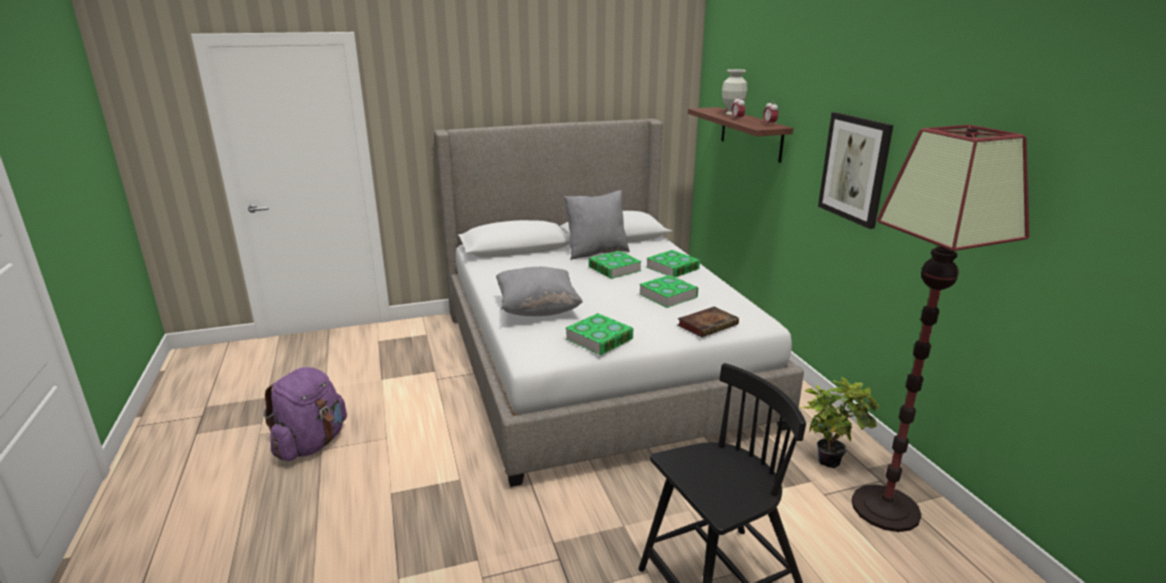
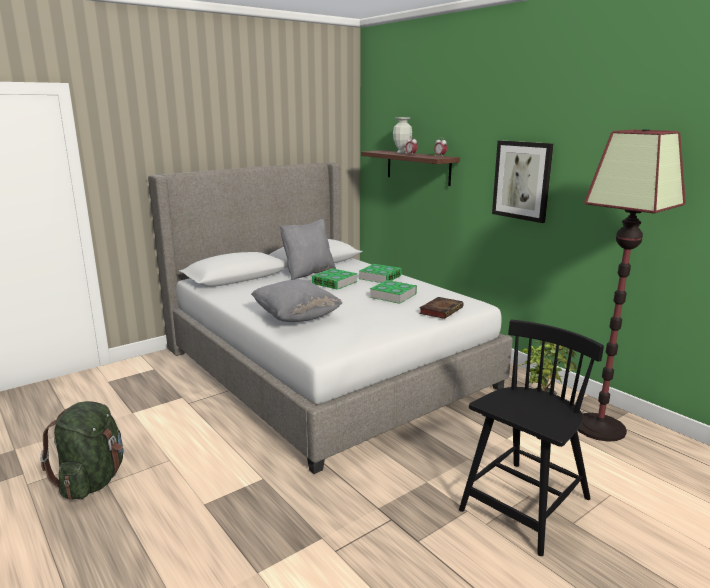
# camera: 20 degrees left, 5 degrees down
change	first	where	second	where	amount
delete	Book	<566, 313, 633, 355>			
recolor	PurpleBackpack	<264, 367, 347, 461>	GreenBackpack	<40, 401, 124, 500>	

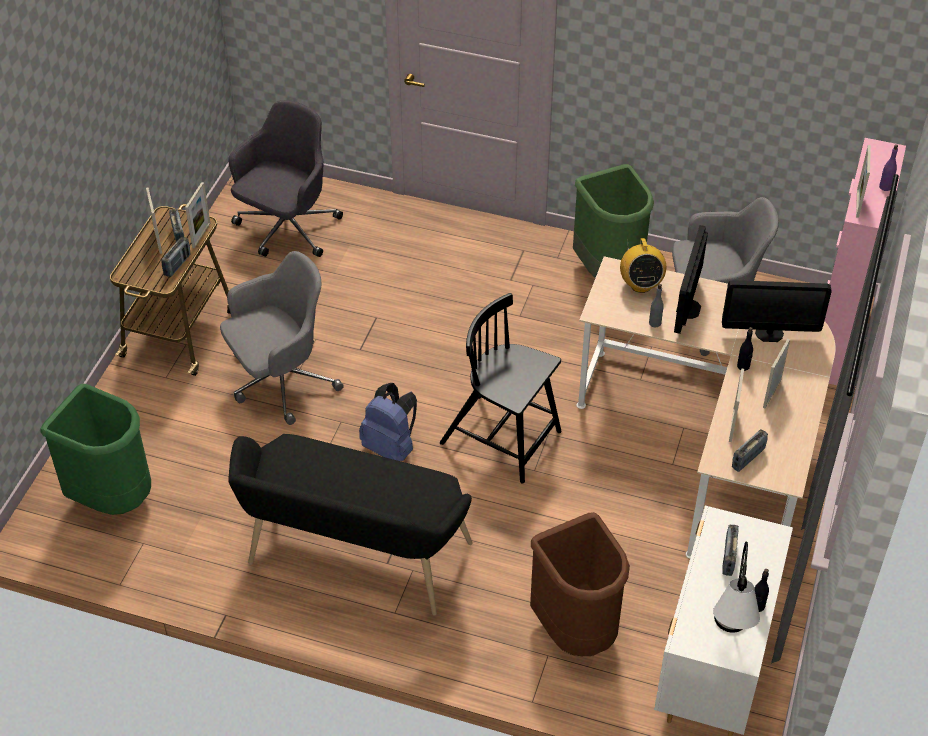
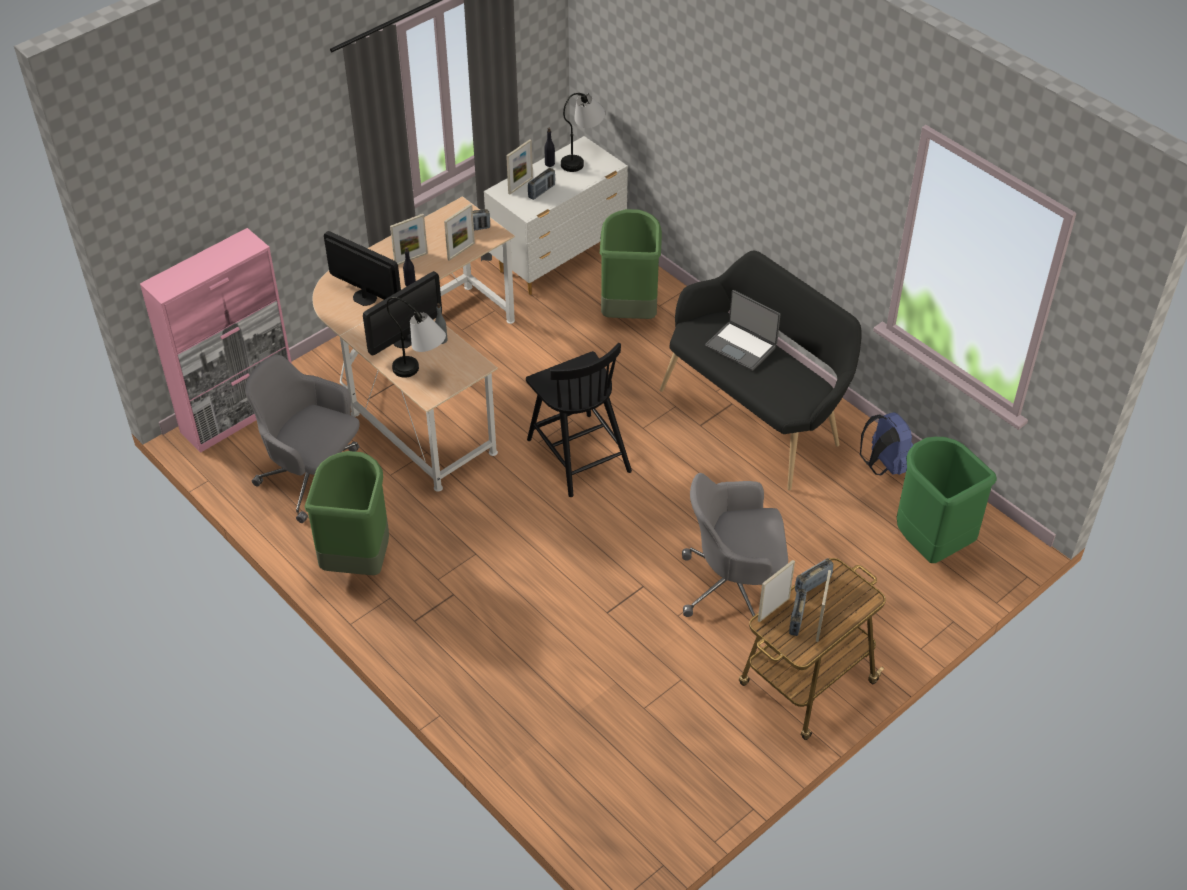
# camera: 150 degrees left, 0 degrees up
change	first	where	second	where	amount
delete	GreyOfficeChair	<228, 100, 343, 257>			
delete	PurpleBottle	<879, 144, 898, 191>			
move	PictureFrame	<856, 145, 871, 218>		<506, 139, 533, 194>	
replace	Radio	<620, 238, 666, 293>	TableLamp	<387, 297, 446, 378>	
move	BlueBackpack	<359, 383, 417, 461>		<860, 412, 913, 475>	
recolor	BrownTrashCan	<530, 512, 630, 656>	GreenTrashCan	<600, 209, 662, 319>	
insert			Laptop	<705, 290, 780, 371>	

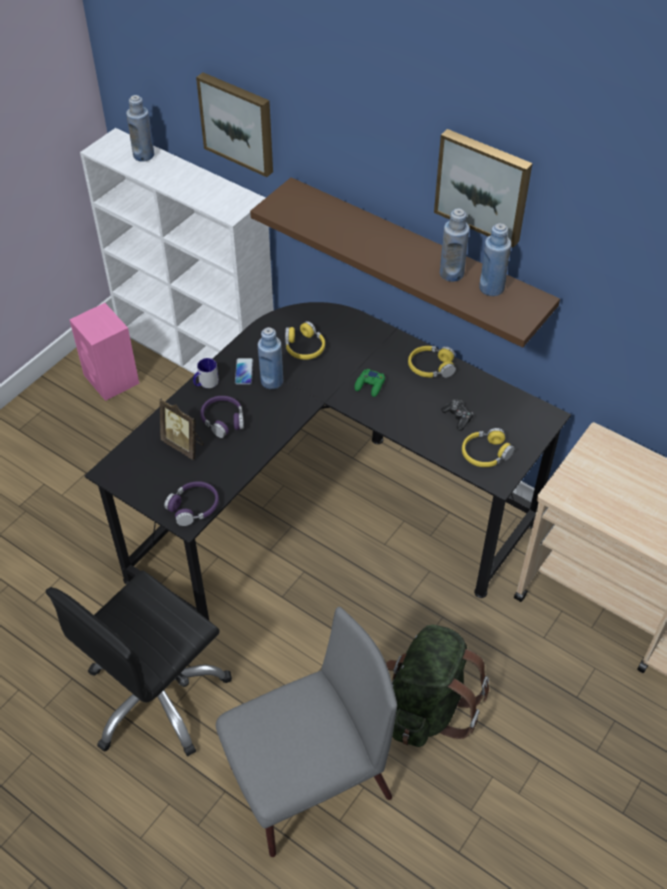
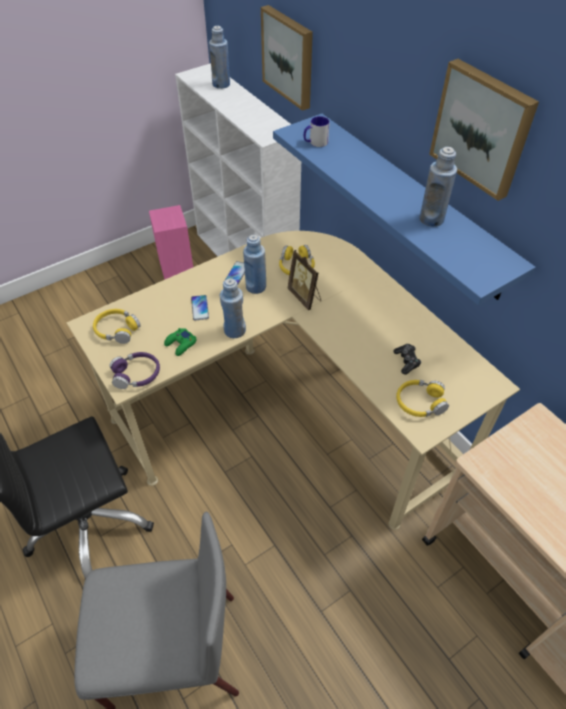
# camera: 20 degrees right, 0 degrees up
change	first	where	second	where	amount
recolor	BrownShelf	<250, 177, 560, 348>	BlueShelf	<273, 114, 536, 305>	
move	BlueBottle	<479, 223, 511, 296>		<220, 278, 246, 338>	
recolor	BlackDesk	<84, 302, 571, 620>	BeigeDesk	<66, 231, 520, 530>	
move	YellowHeadphones	<408, 346, 456, 378>		<93, 309, 141, 344>	
move	Mug	<193, 358, 219, 388>		<304, 116, 330, 147>	
move	GreenGameController	<354, 369, 385, 397>		<164, 328, 197, 356>	
replace	PurpleHeadphones	<200, 396, 244, 438>	Phone	<191, 295, 209, 321>	
move	PictureFrame	<160, 398, 204, 460>		<287, 250, 321, 310>	
delete	GreenBackpack	<386, 624, 489, 747>			

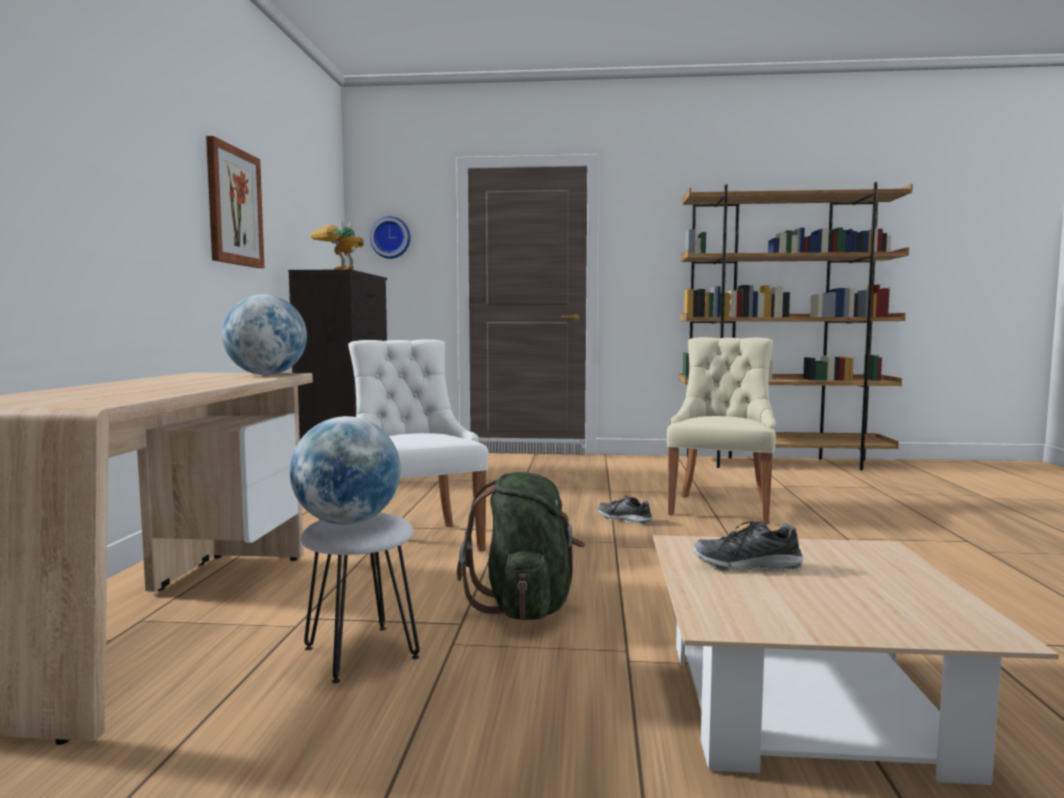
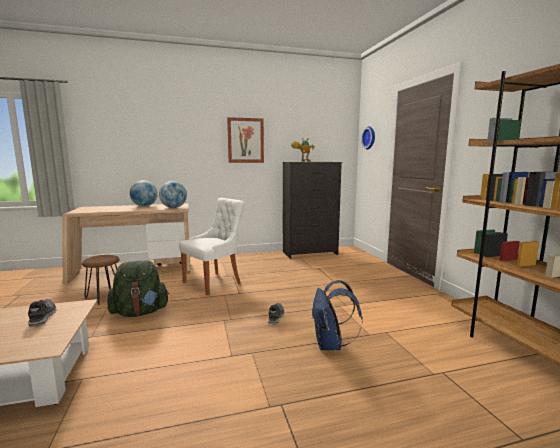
# camera: 70 degrees right, 5 degrees up
change	first	where	second	where	amount
replace	BeigeChair	<667, 337, 776, 524>	BlueBackpack	<312, 280, 363, 350>	
move	Globe	<290, 416, 401, 525>		<130, 180, 158, 207>	
recolor	WhiteStool	<301, 513, 420, 683>	BrownStool	<82, 255, 119, 305>	

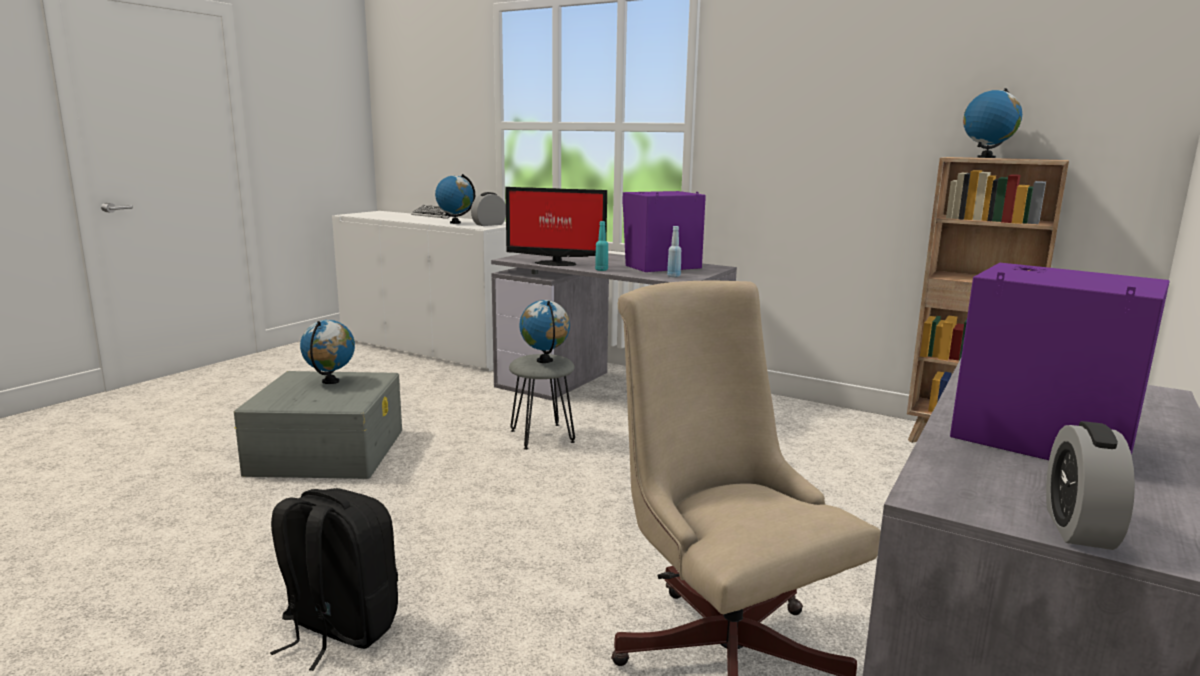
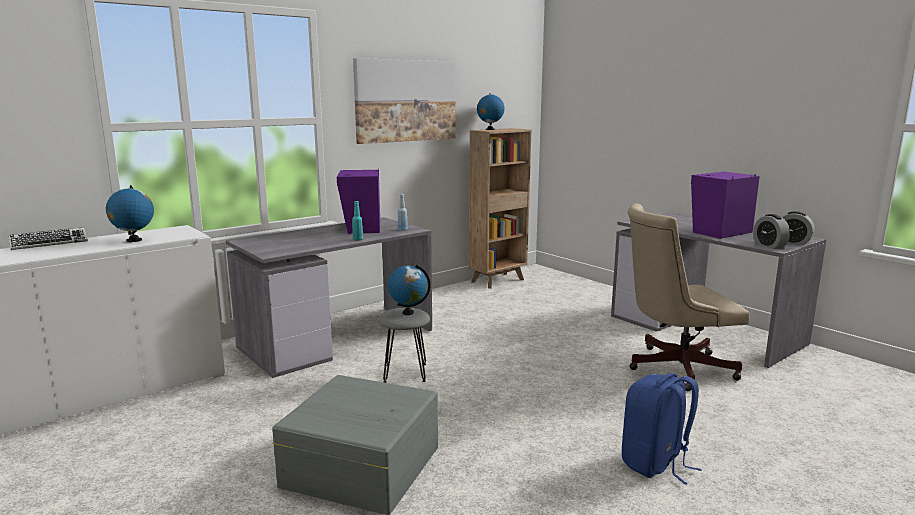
# camera: 70 degrees left, 0 degrees up
change	first	where	second	where	amount
delete	Monitor	<505, 187, 607, 266>			
move	AlarmClock	<471, 192, 506, 226>		<753, 214, 790, 249>	
delete	Globe	<300, 320, 355, 384>			
recolor	BlackBackpack	<270, 488, 398, 671>	BlueBackpack	<622, 373, 702, 485>	
insert			Picture	<353, 58, 456, 144>	

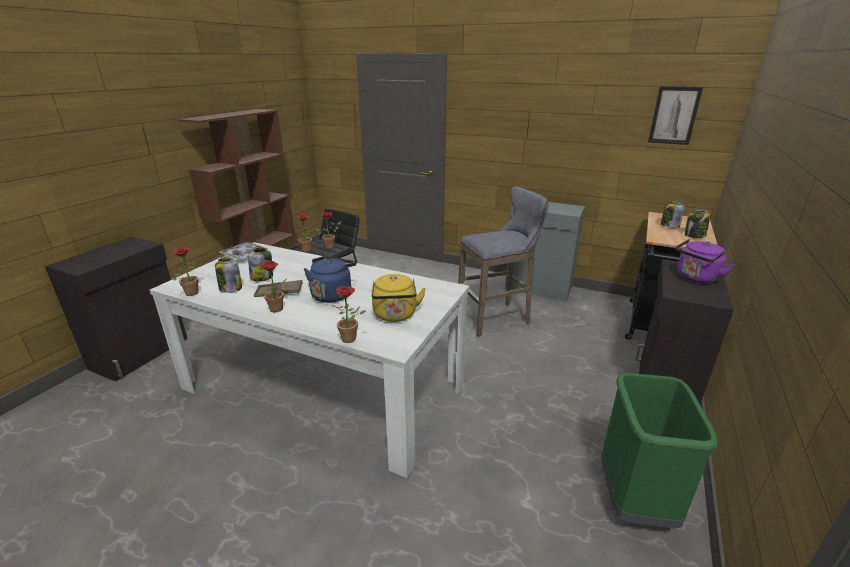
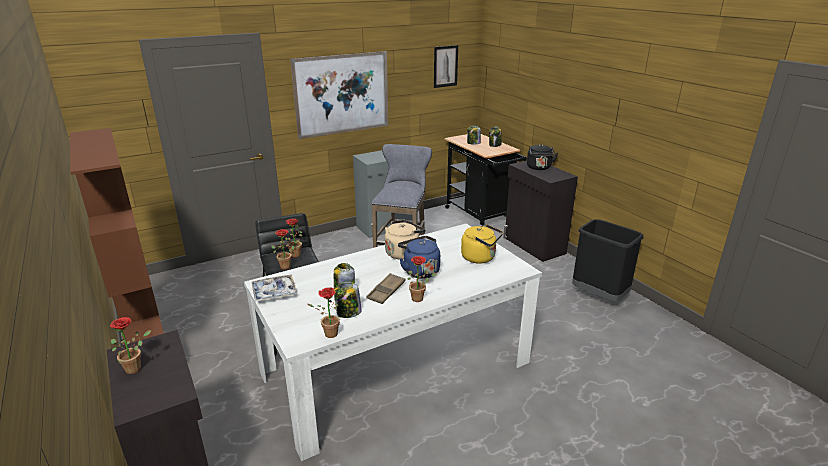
# camera: 55 degrees left, 0 degrees up
change	first	where	second	where	amount
recolor	PurpleKettle	<675, 239, 734, 283>	BlackKettle	<527, 144, 558, 170>	
move	PottedPlant	<332, 286, 366, 343>		<110, 317, 151, 374>	
recolor	GreenTrashCan	<601, 373, 718, 529>	BlackTrashCan	<572, 219, 643, 301>	
insert			Picture	<290, 51, 388, 139>	
insert			BeigeKettle	<385, 220, 426, 260>	

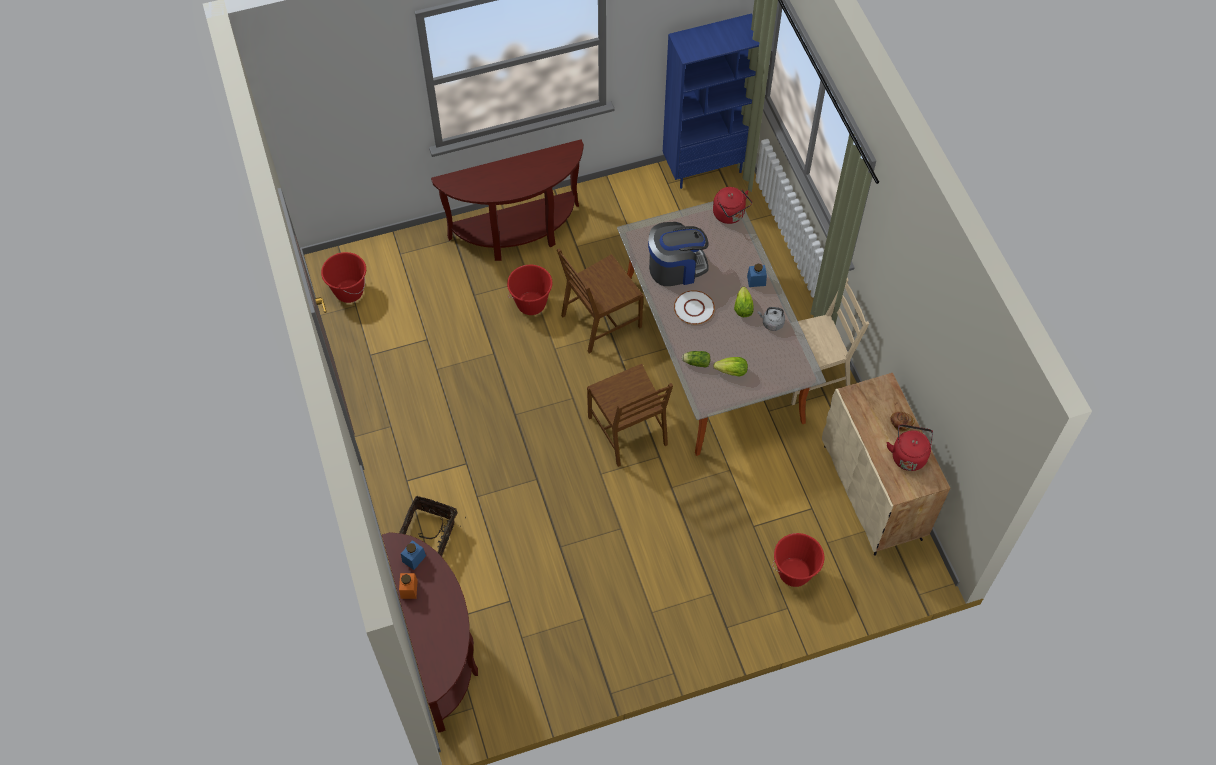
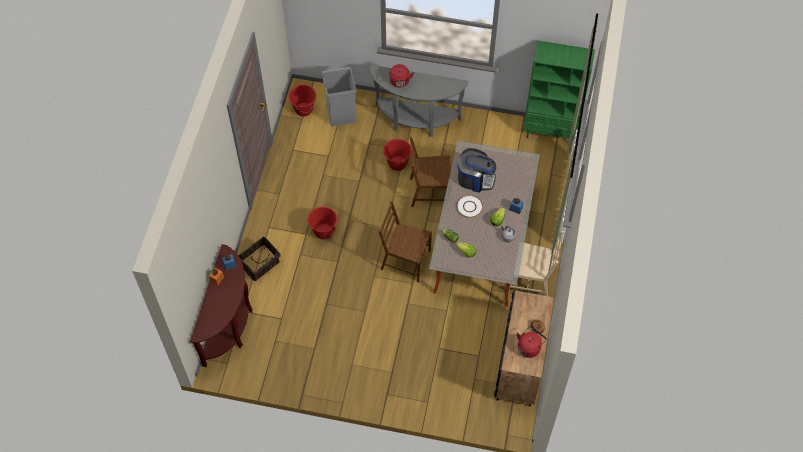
# camera: 30 degrees right, 0 degrees up
change	first	where	second	where	amount
recolor	BlueBookcase	<663, 13, 759, 189>	GreenBookcase	<523, 40, 595, 139>	
recolor	BrownConsoleTable	<431, 139, 584, 261>	GreyConsoleTable	<370, 65, 468, 137>	
move	RedKettle	<713, 187, 752, 224>		<389, 64, 414, 88>	
rotate	BrownChair	<587, 364, 673, 467>		<379, 201, 432, 282>	105 degrees clockwise
recolor	BeigeCabinet	<822, 373, 950, 556>	BlackCabinet	<494, 290, 554, 407>	
move	RedBucket	<773, 533, 824, 587>		<307, 207, 338, 239>	
insert			GreyTrashCan	<322, 67, 357, 126>	

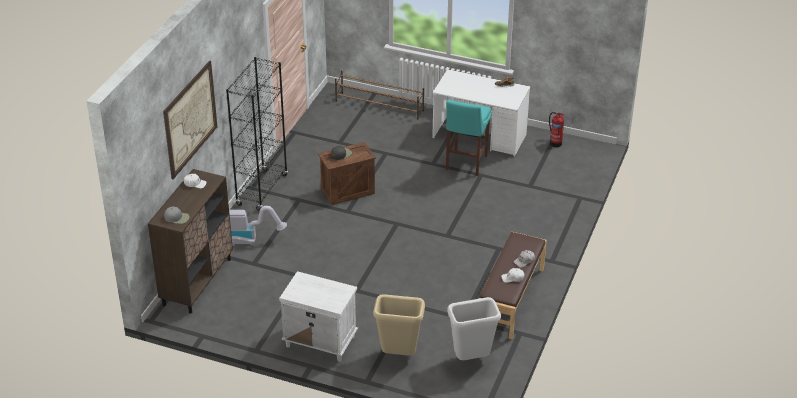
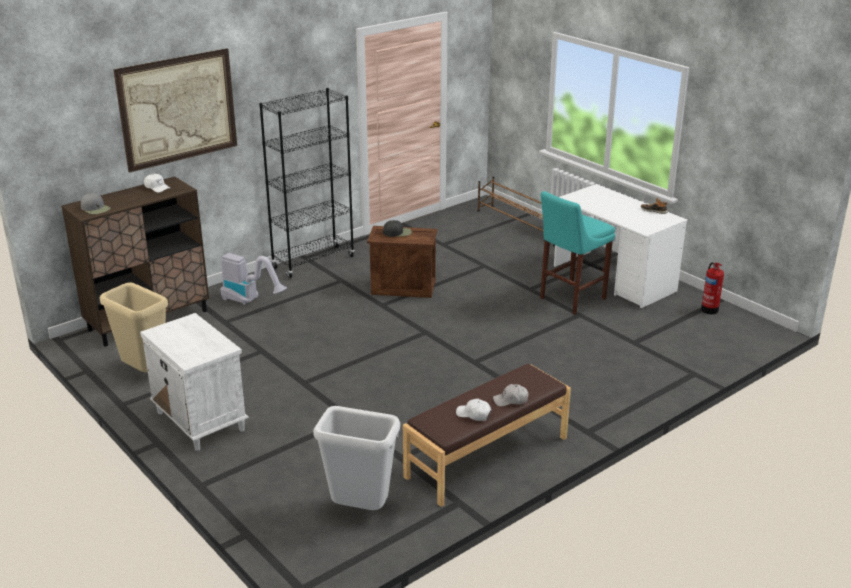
# camera: 30 degrees right, 10 degrees down
change	first	where	second	where	amount
move	BeigeTrashCan	<373, 294, 425, 356>		<100, 282, 168, 372>	

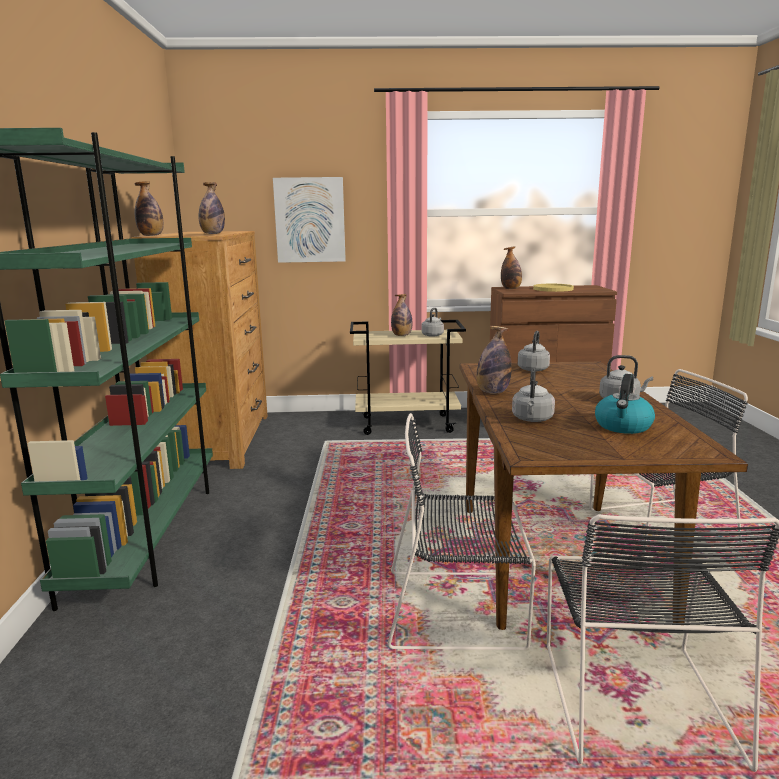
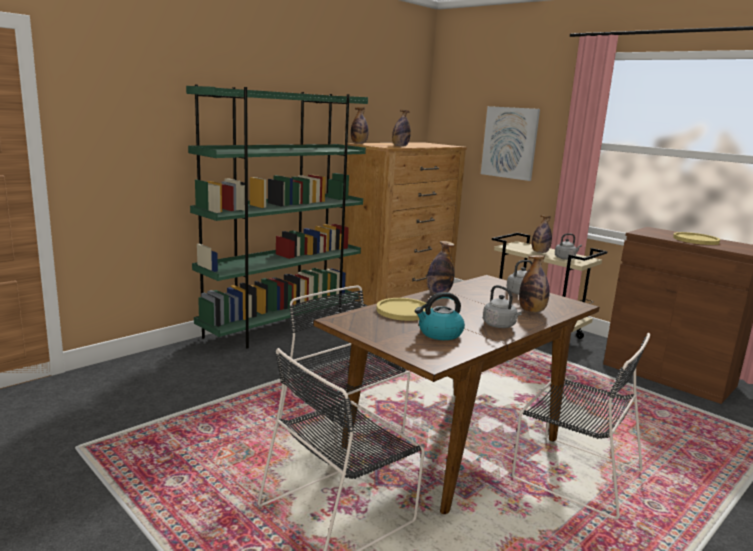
# camera: 45 degrees right, 0 degrees up
change	first	where	second	where	amount
move	Bottle	<501, 247, 522, 289>		<519, 255, 550, 313>	
replace	GreyKettle	<512, 368, 555, 422>	YellowPlate	<376, 298, 432, 321>	

